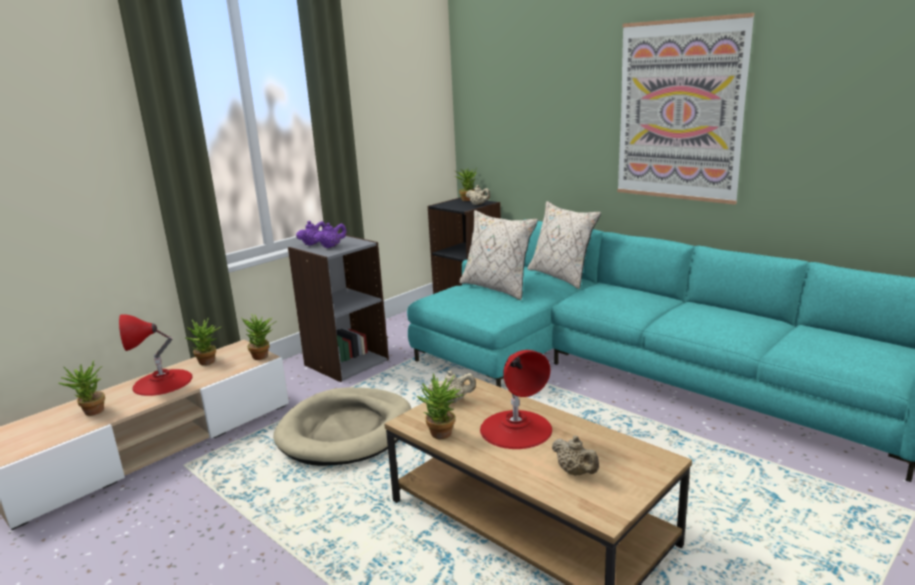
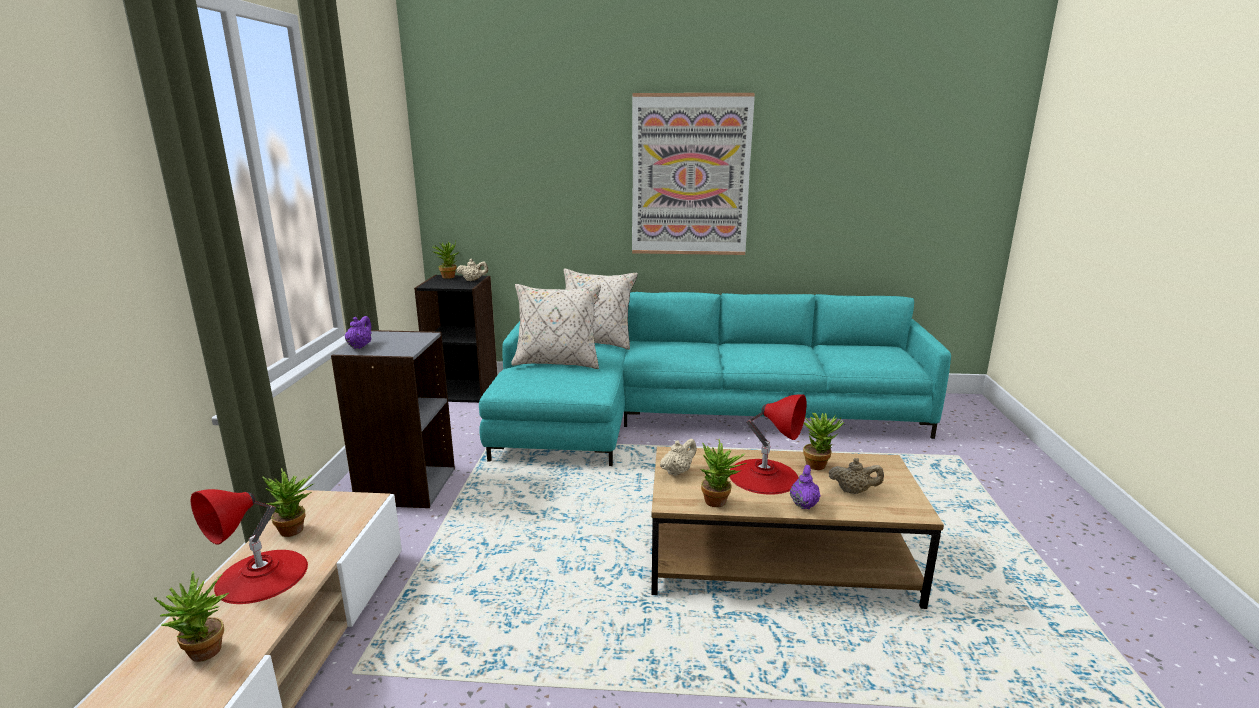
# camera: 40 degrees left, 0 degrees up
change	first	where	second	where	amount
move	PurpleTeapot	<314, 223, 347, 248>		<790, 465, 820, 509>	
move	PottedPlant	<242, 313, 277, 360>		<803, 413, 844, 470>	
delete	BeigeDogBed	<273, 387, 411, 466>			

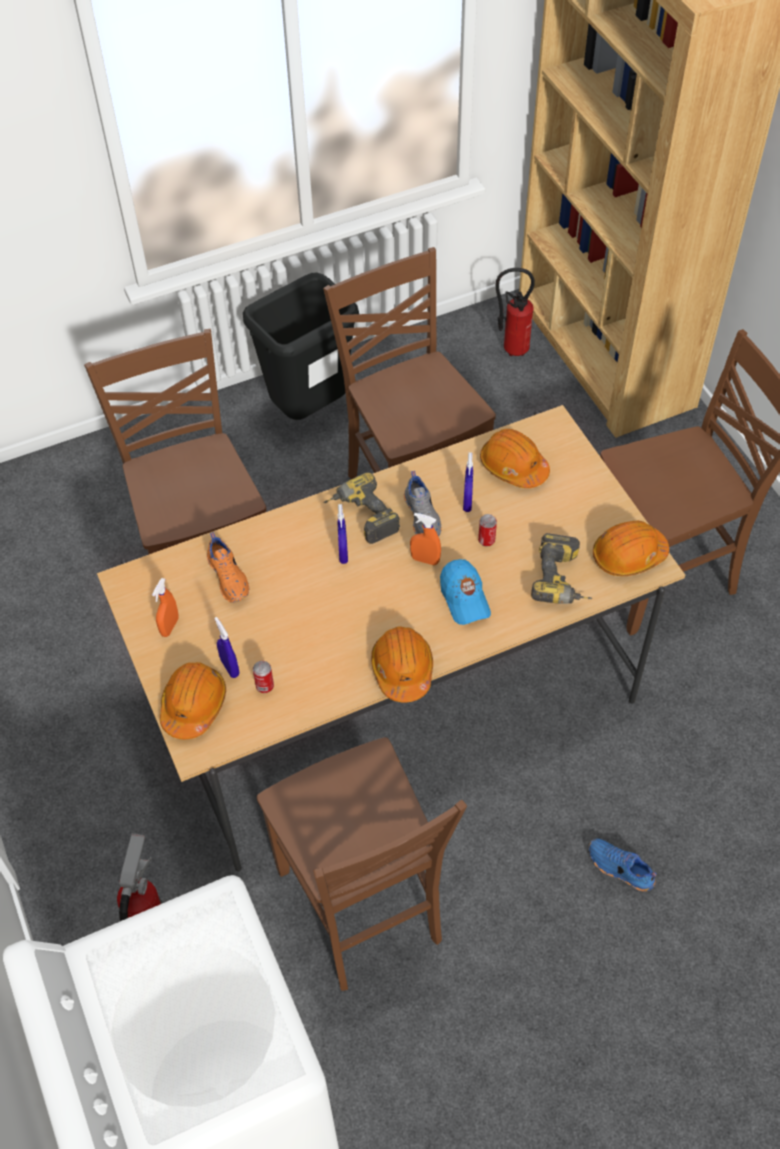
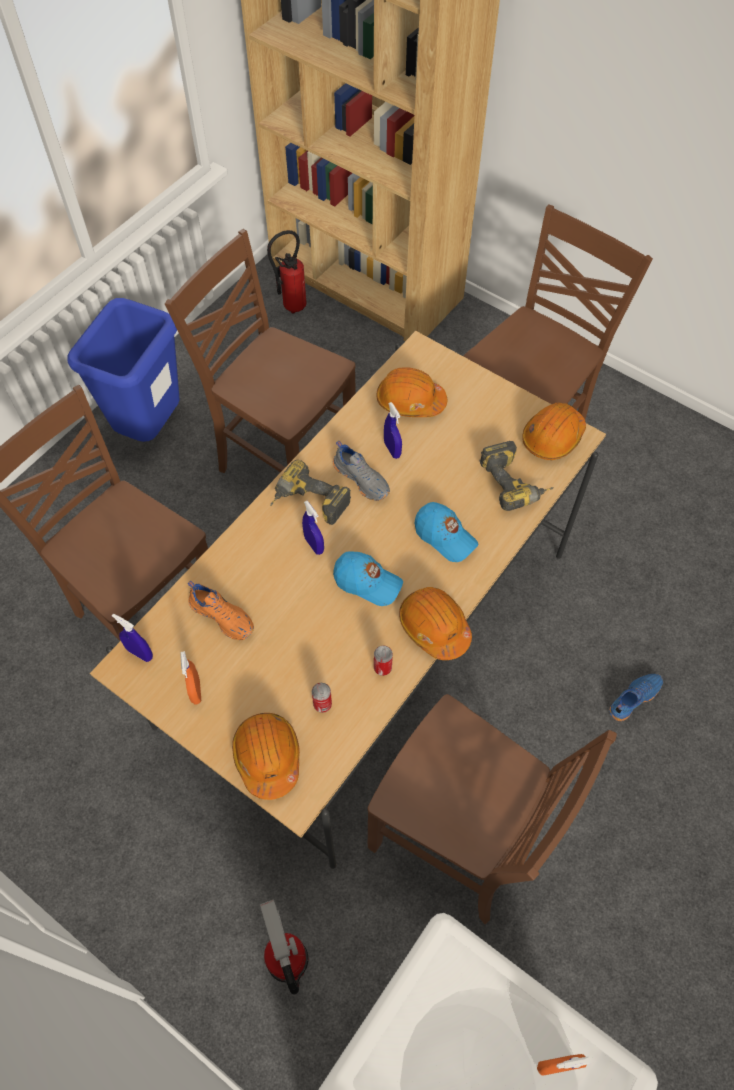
# camera: 30 degrees left, 5 degrees up
change	first	where	second	where	amount
recolor	BlackTrashCan	<243, 273, 359, 420>	BlueTrashCan	<67, 298, 180, 442>	
move	OrangeSprayBottle	<410, 513, 441, 565>		<537, 1054, 591, 1076>	
move	Can	<478, 514, 497, 547>		<374, 645, 393, 676>	
move	BlueSprayBottle	<214, 617, 239, 678>		<112, 614, 153, 662>	
rotate	BlueShoe	<589, 838, 657, 892>		<609, 674, 663, 721>	135 degrees clockwise
insert			BlueCap	<333, 551, 403, 606>	

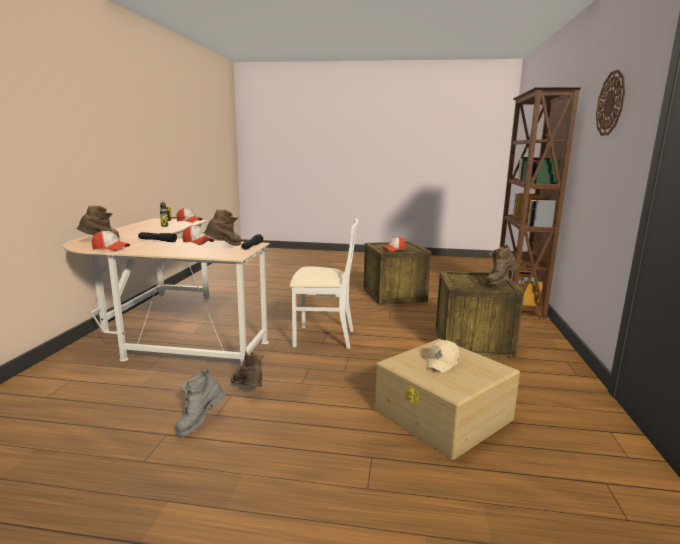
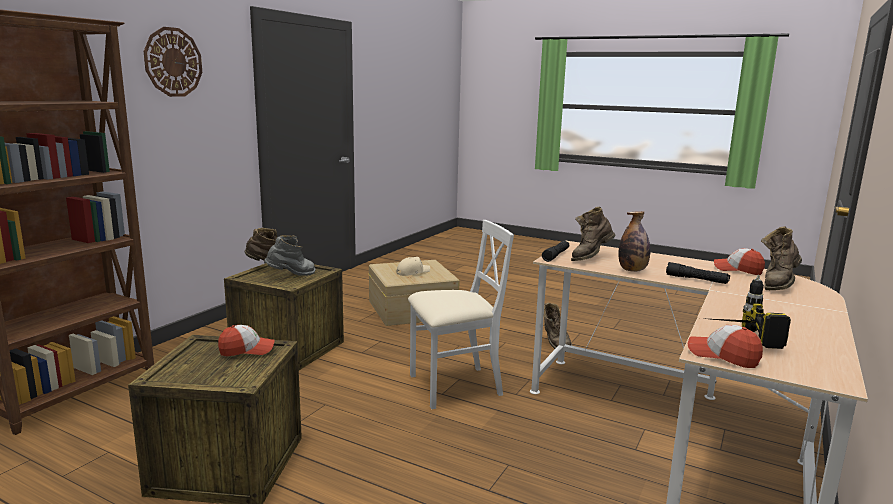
# camera: 160 degrees left, 0 degrees up
change	first	where	second	where	amount
rotate	WhiteChair	<289, 218, 358, 349>		<408, 220, 514, 409>	135 degrees clockwise
replace	Cap	<182, 225, 214, 245>	Bottle	<618, 211, 650, 272>	
move	GreyBoot	<175, 370, 226, 436>		<264, 235, 316, 276>	

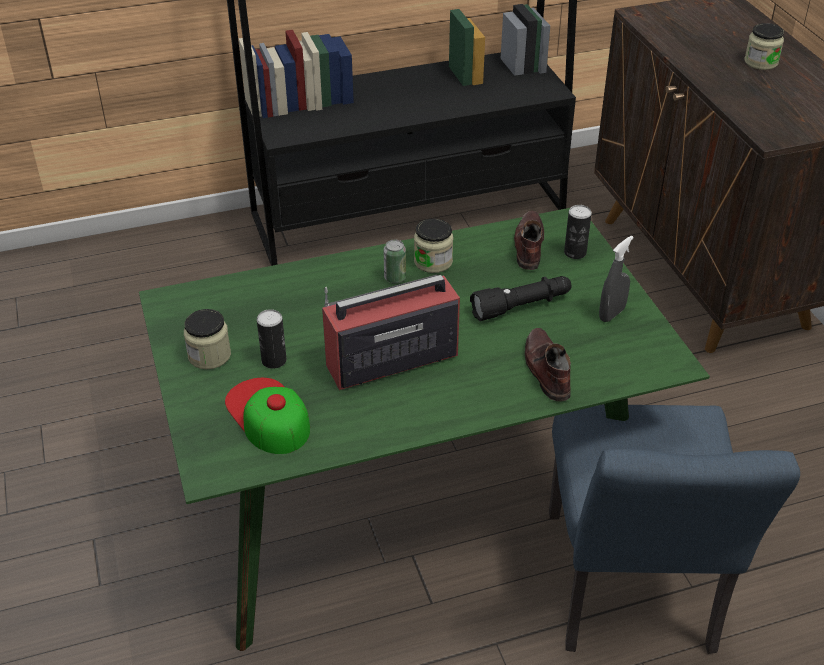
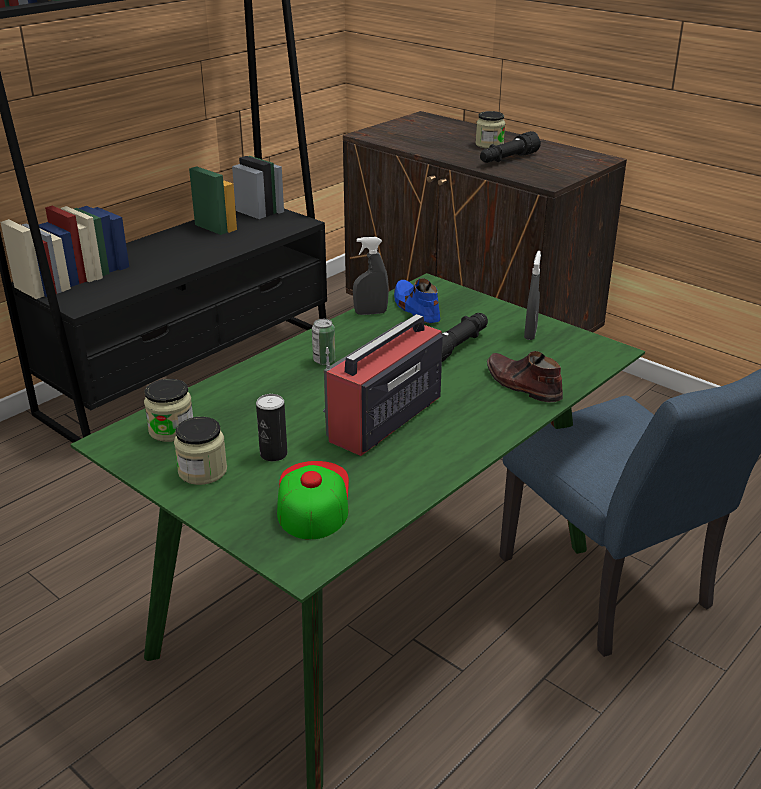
# camera: 30 degrees left, 10 degrees down
change	first	where	second	where	amount
delete	Can	<564, 205, 592, 259>			
recolor	BrownShoe	<514, 211, 544, 270>	BlueShoe	<394, 278, 440, 323>	
move	Jar	<414, 219, 454, 273>		<144, 379, 193, 442>	
rotate	Cap	<225, 378, 310, 454>		<277, 461, 349, 539>	60 degrees clockwise
insert			BlackFlashlight	<480, 131, 541, 163>	
insert			GreySprayBottle	<353, 237, 389, 315>	

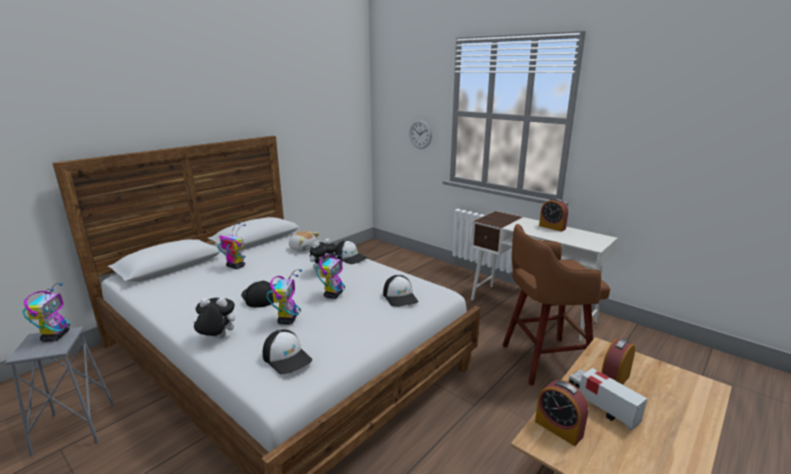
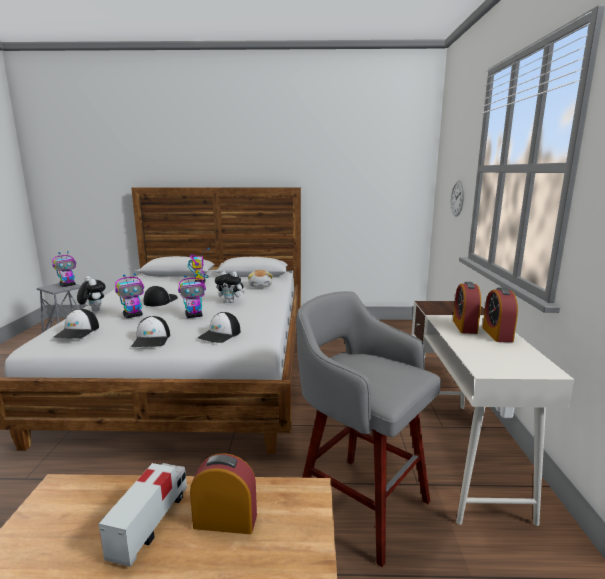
# camera: 50 degrees right, 5 degrees down
change	first	where	second	where	amount
recolor	BrownStool	<503, 224, 610, 386>	GreyStool	<296, 291, 441, 567>	
move	Cap	<335, 240, 368, 264>		<131, 316, 170, 347>	
move	AlarmClock	<535, 380, 589, 446>		<453, 282, 481, 334>	

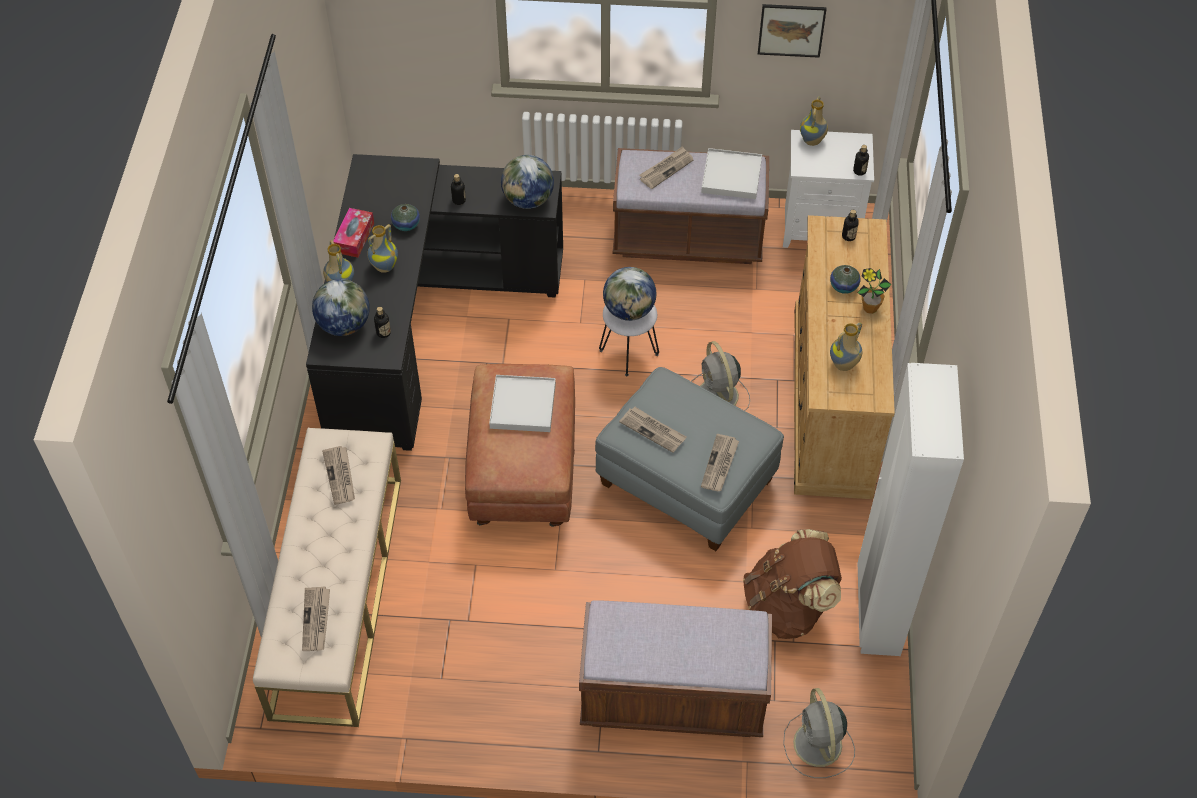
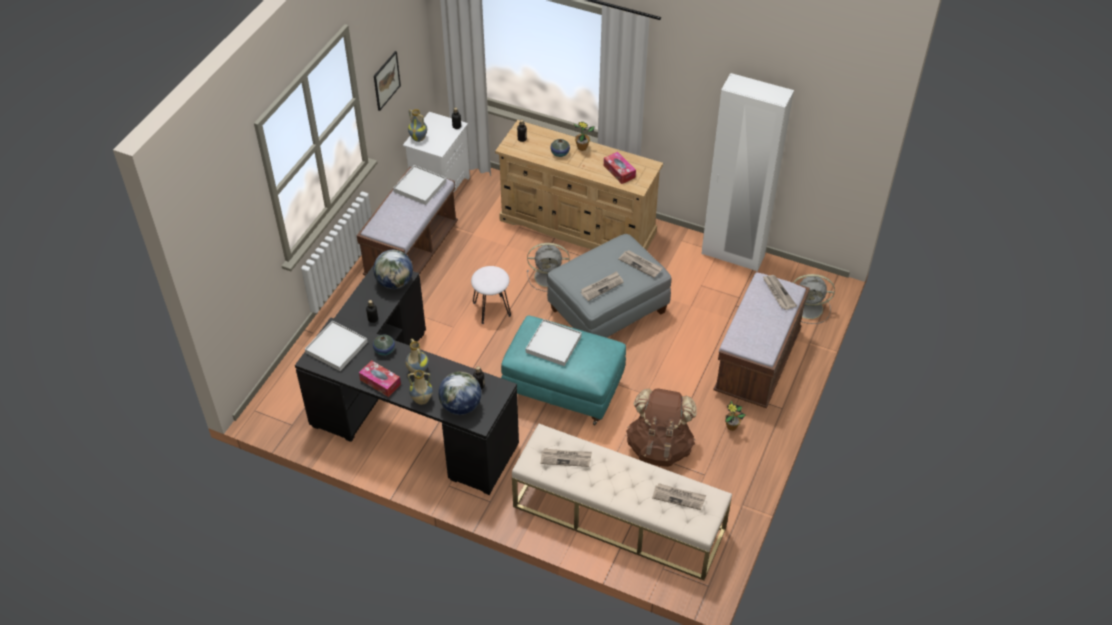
# camera: 70 degrees left, 5 degrees down
change	first	where	second	where	amount
move	Newspaper	<639, 146, 694, 189>		<763, 275, 797, 310>	
delete	Globe	<603, 267, 656, 321>			
replace	Vase	<830, 322, 862, 371>	TissueBox	<604, 152, 636, 184>	
recolor	BrownOttoman	<465, 364, 575, 527>	TurquoiseOttoman	<501, 316, 626, 425>	
move	BrownBackpack	<743, 529, 842, 639>		<626, 388, 697, 467>	
insert			WhiteTray	<305, 321, 368, 371>	
insert			PottedPlant	<725, 401, 745, 431>	

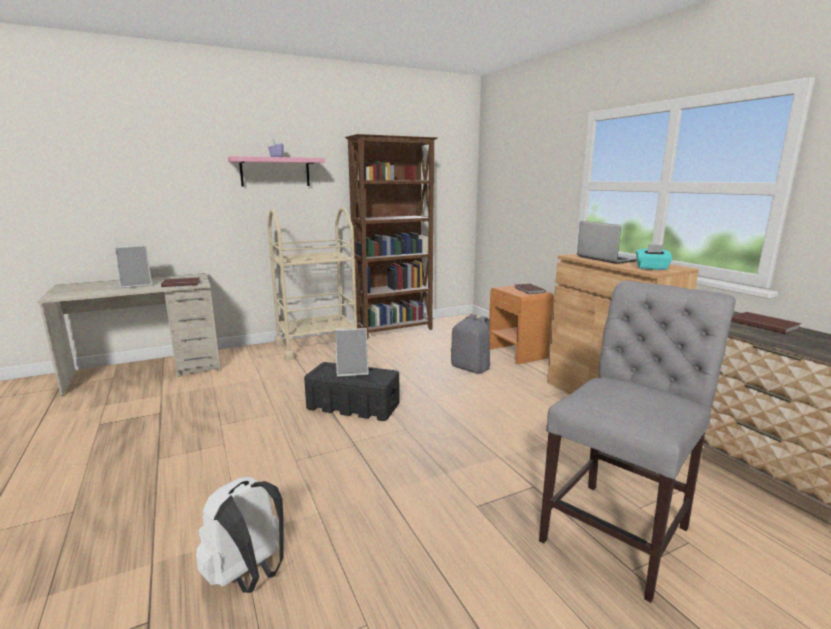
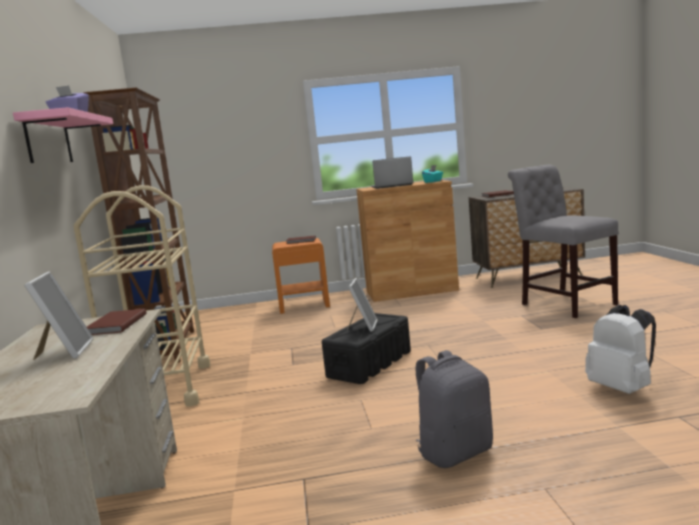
# camera: 70 degrees left, 5 degrees down
change	first	where	second	where	amount
move	GreyBackpack	<451, 314, 491, 374>		<416, 350, 493, 468>	

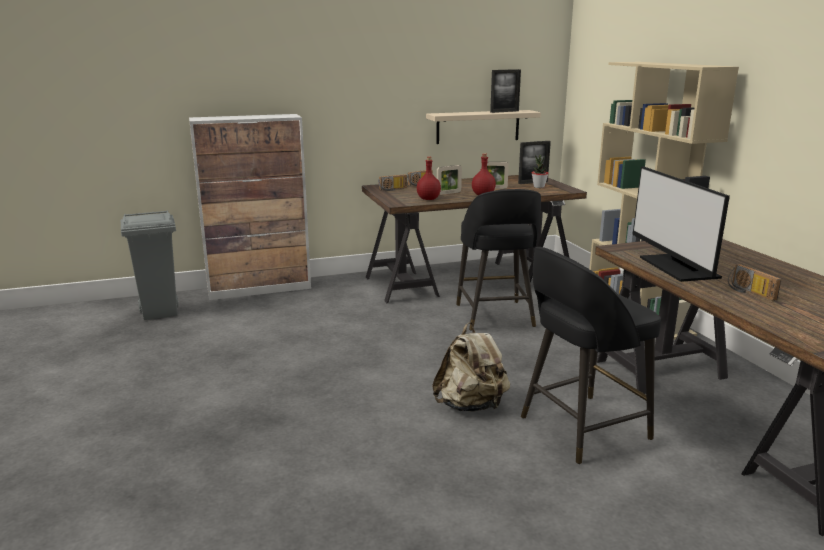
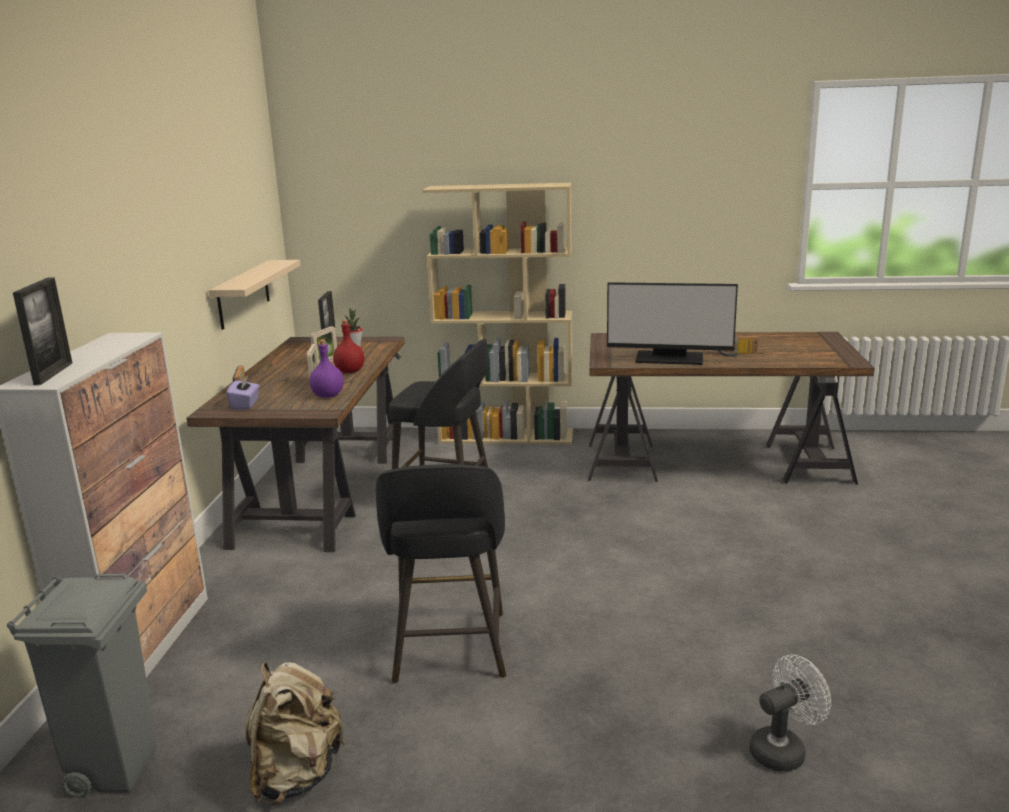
# camera: 65 degrees left, 0 degrees up
change	first	where	second	where	amount
move	PictureFrame	<490, 69, 521, 113>		<13, 277, 72, 385>	
recolor	RedBottle	<417, 157, 441, 200>	PurpleBottle	<309, 339, 344, 398>	
replace	Radio	<378, 174, 407, 191>	PurpleTissueBox	<226, 375, 260, 410>	
move	BlackStool	<521, 247, 661, 464>		<376, 464, 506, 683>	
move	BeigeBackpack	<432, 322, 510, 412>		<245, 662, 346, 805>	
insert			WhiteFan	<749, 654, 831, 772>	

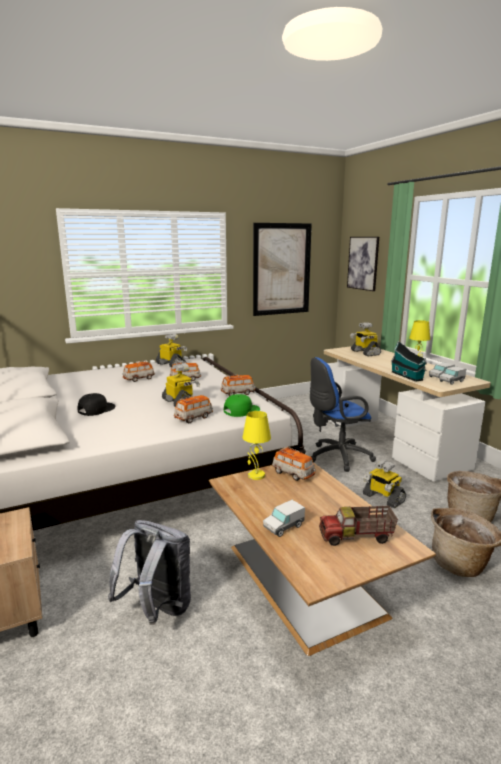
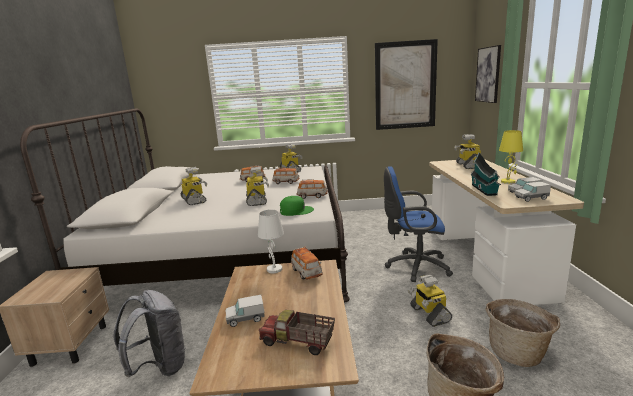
# camera: 25 degrees right, 0 degrees up
change	first	where	second	where	amount
replace	BlackCap	<78, 393, 116, 416>	ToyRobot	<181, 167, 207, 205>	
delete	ToyCar	<174, 395, 213, 423>			
recolor	YellowTableLamp	<242, 411, 271, 480>	WhiteTableLamp	<258, 210, 284, 273>	

